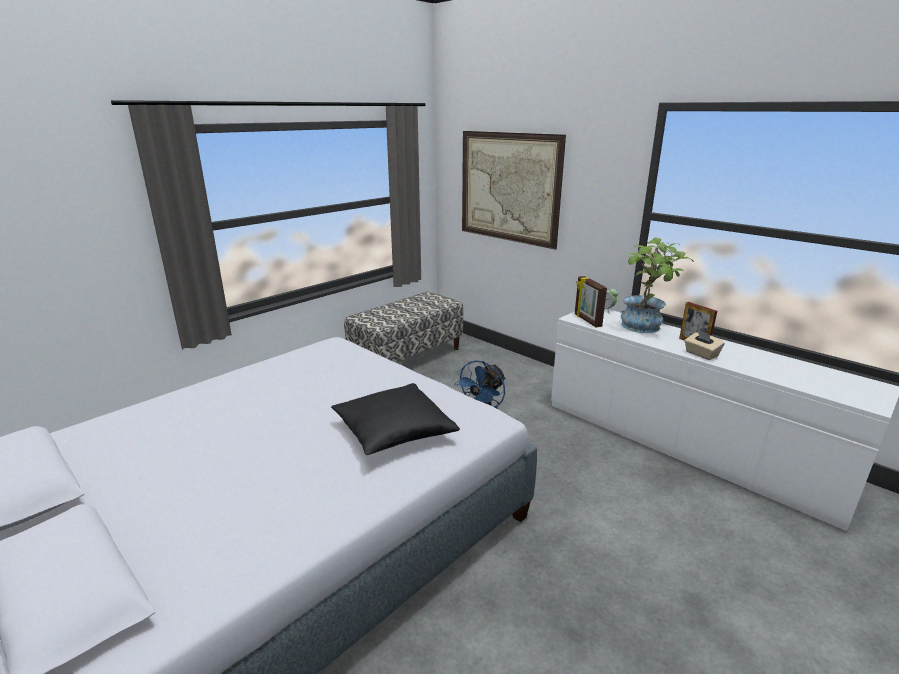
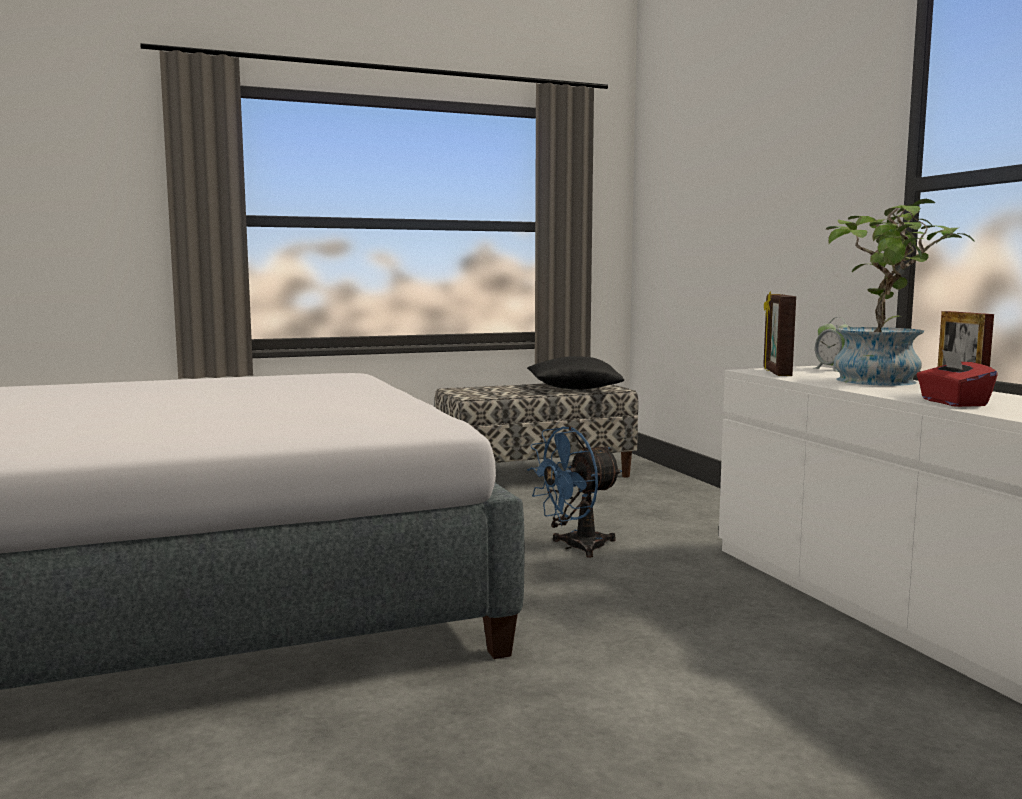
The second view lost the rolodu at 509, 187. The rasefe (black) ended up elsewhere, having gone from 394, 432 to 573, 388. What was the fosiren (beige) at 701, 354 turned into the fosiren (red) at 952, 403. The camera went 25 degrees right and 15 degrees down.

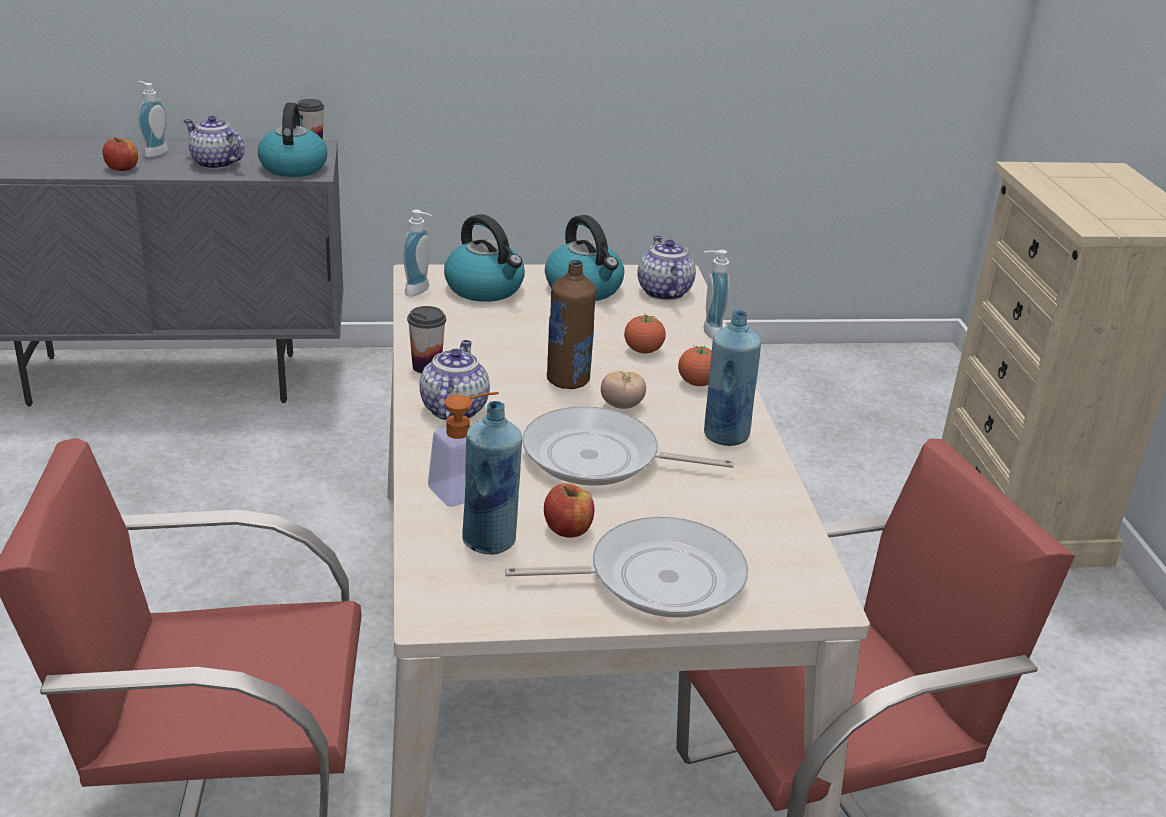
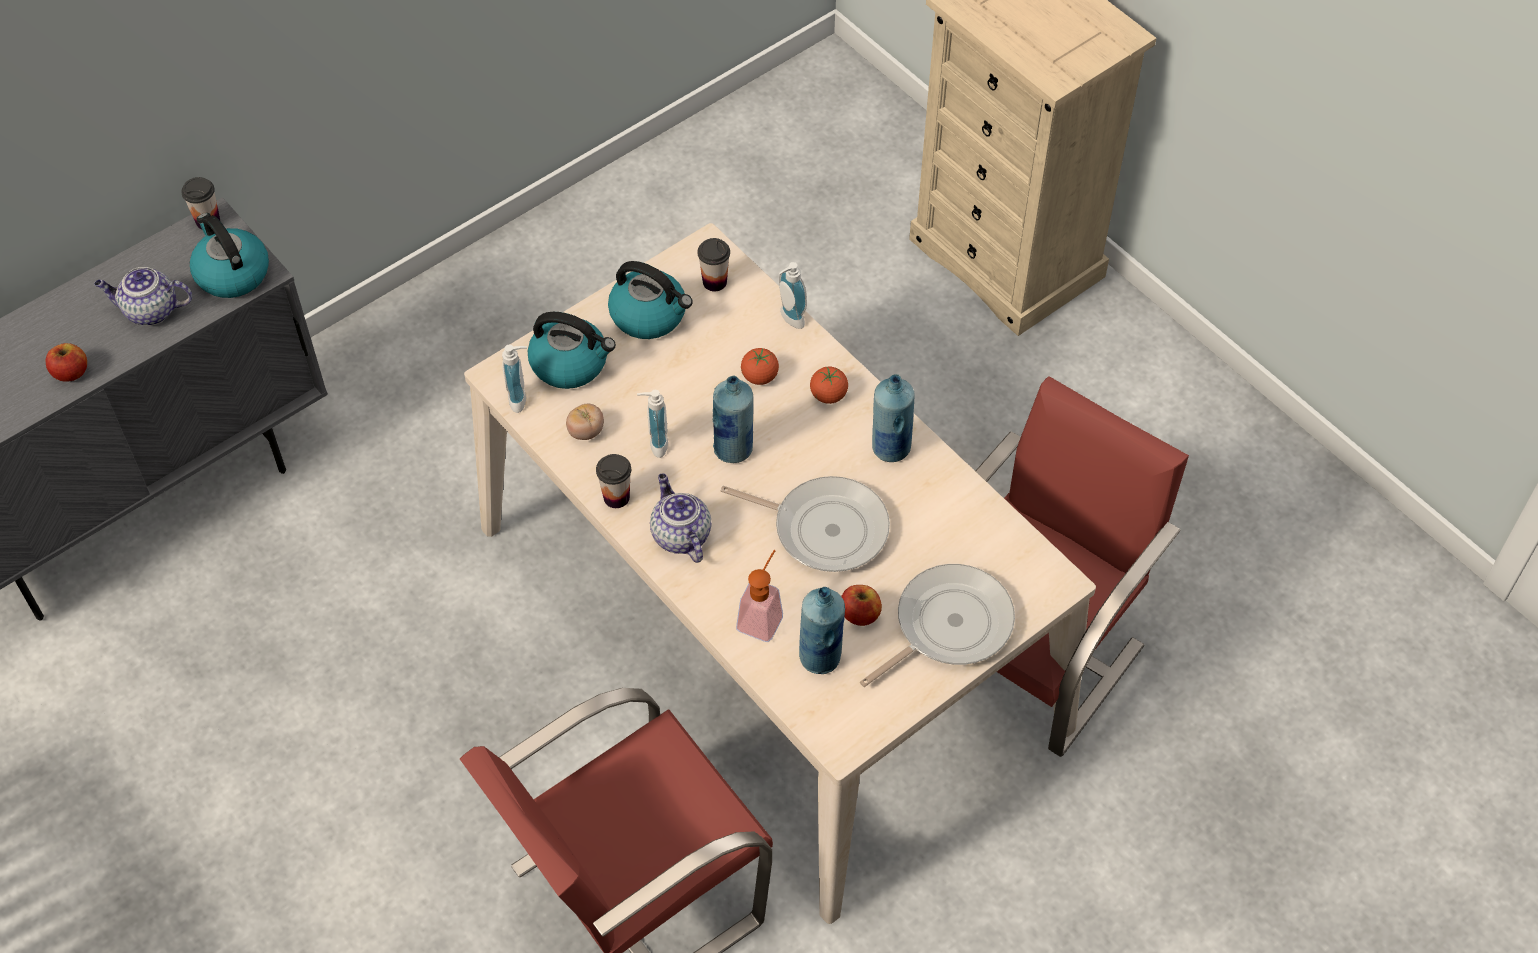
The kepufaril ended up elsewhere, having gone from 153, 152 to 654, 444. The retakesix ended up elsewhere, having gone from 622, 405 to 586, 431. Where the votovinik stood at 663, 291, the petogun came to stand at 714, 282. What was the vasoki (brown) at 568, 380 turned into the vasoki (blue) at 733, 449. The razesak at 599, 458 ended up facing another way, 135 degrees counterclockwise from before. The camera went 30 degrees left and 25 degrees up.

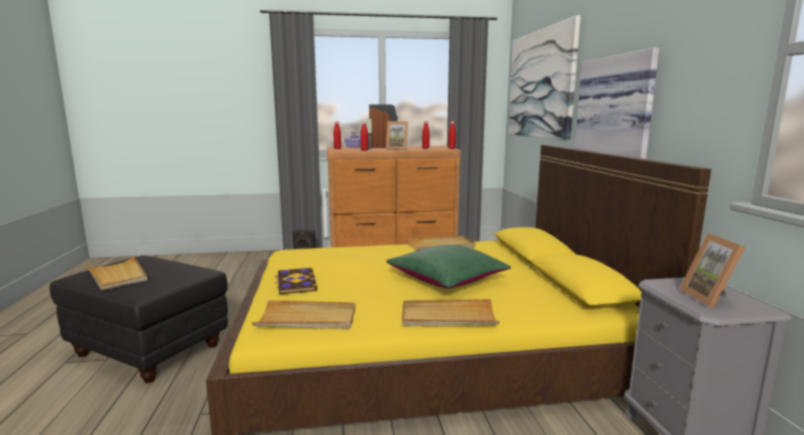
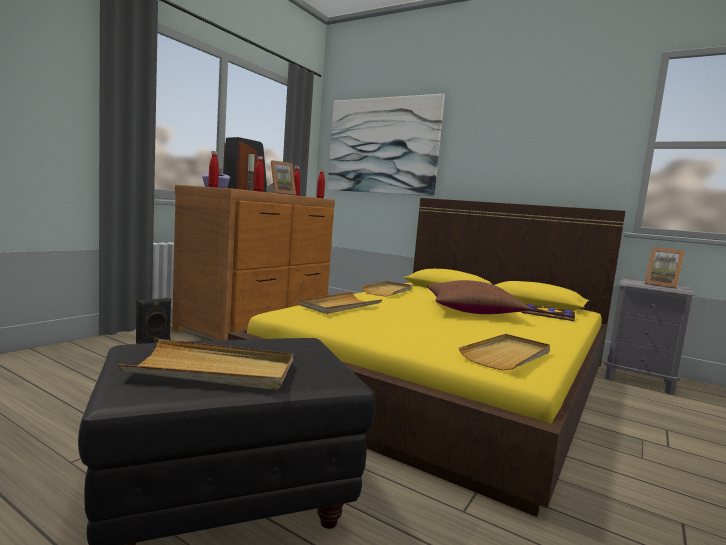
The second view lost the rolodu at 616, 115. The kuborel ended up elsewhere, having gone from 295, 282 to 548, 314. The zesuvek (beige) ended up elsewhere, having gone from 448, 317 to 340, 306. What was the rasefe (green) at 447, 279 turned into the rasefe (brown) at 472, 311. The camera went 50 degrees left and 5 degrees down.

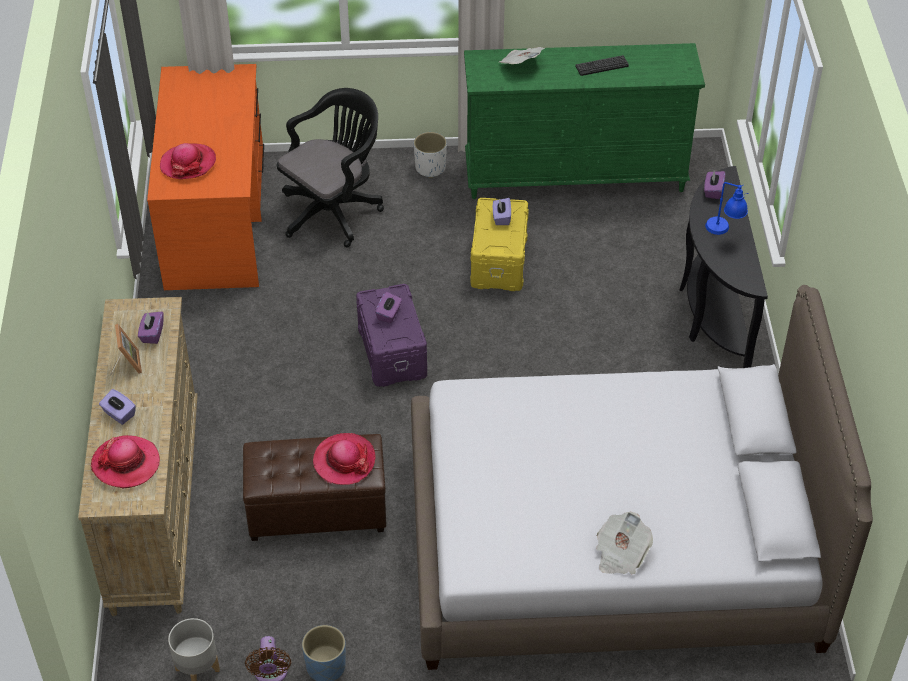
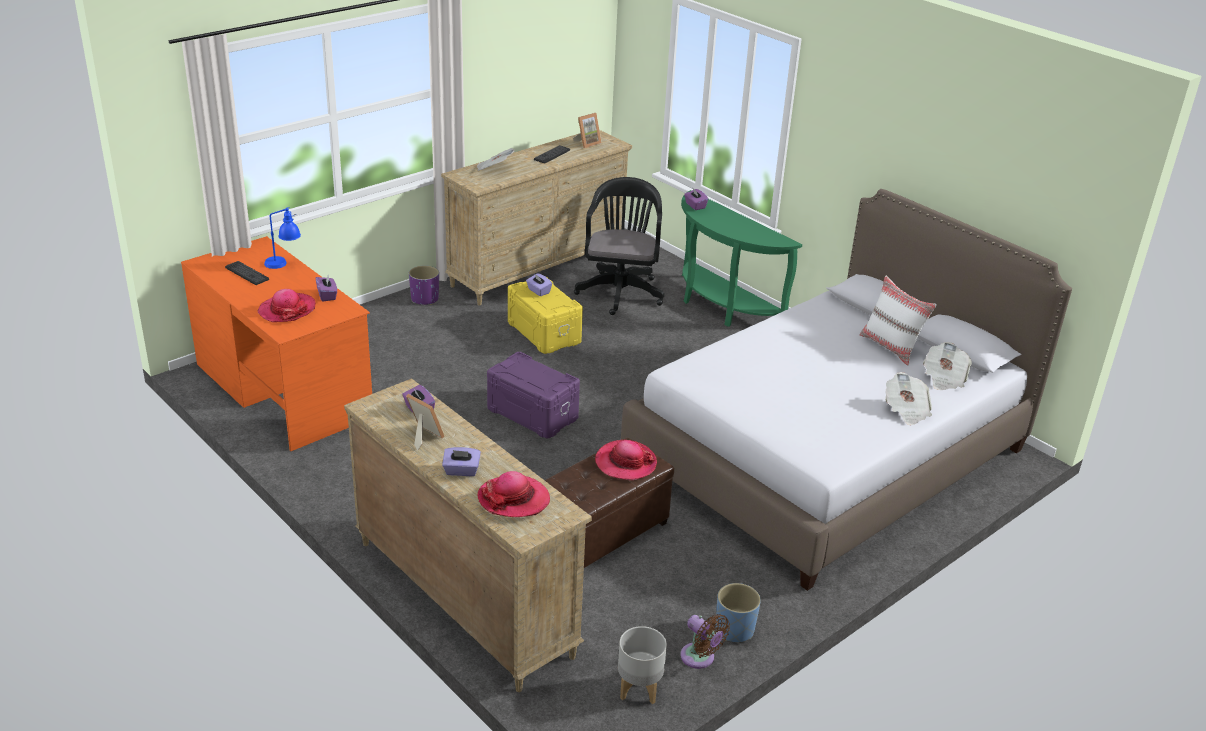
The second view gained the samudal at 247, 273. The second view gained the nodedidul at 587, 143. The second view gained the rasefe (white) at 891, 347. The second view gained the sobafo at 944, 378. The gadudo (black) ended up elsewhere, having gone from 334, 210 to 620, 290. The fosiren (purple) ended up elsewhere, having gone from 389, 314 to 327, 295. The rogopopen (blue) ended up elsewhere, having gone from 724, 232 to 284, 265. What was the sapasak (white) at 430, 168 turned into the sapasak (purple) at 424, 299. What was the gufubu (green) at 576, 176 turned into the gufubu (beige) at 538, 269. What was the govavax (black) at 712, 312 turned into the govavax (green) at 720, 307. The camera went 40 degrees left and 15 degrees down.

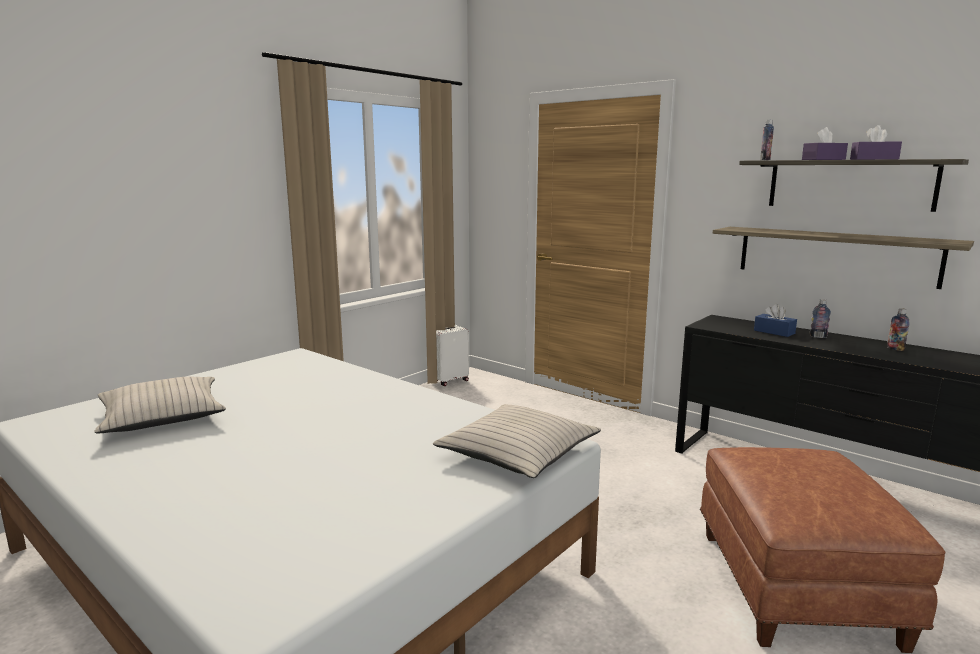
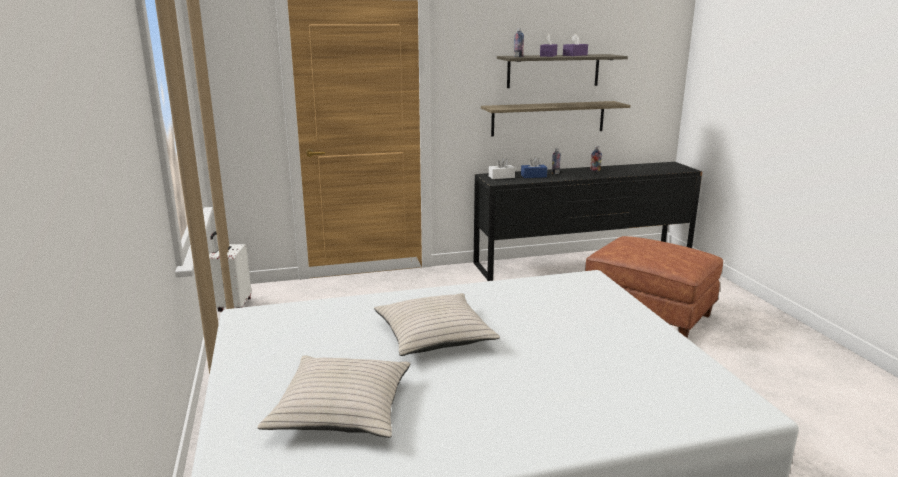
The second view gained the fosiren (white) at 501, 177. The rasefe (beige) ended up elsewhere, having gone from 517, 453 to 434, 335. The camera went 55 degrees left and 5 degrees up.

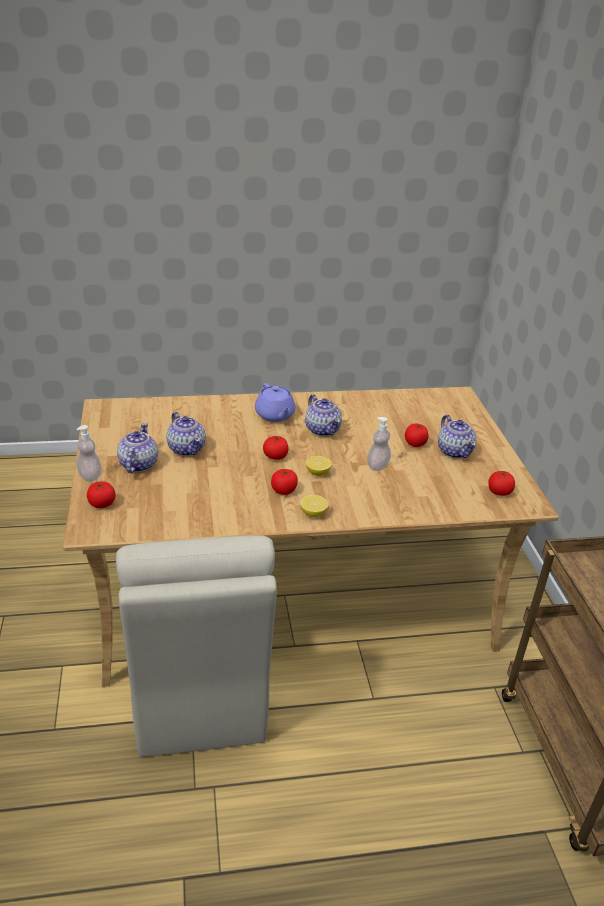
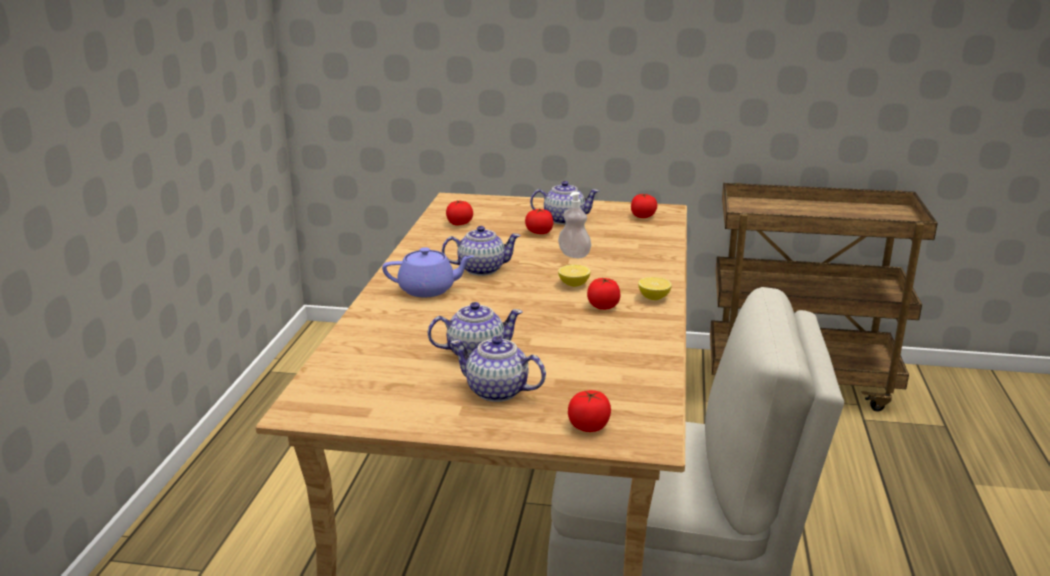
The second view lost the kepufaril at 90, 476. The retakesix ended up elsewhere, having gone from 275, 456 to 459, 224. The camera went 70 degrees left and 10 degrees down.

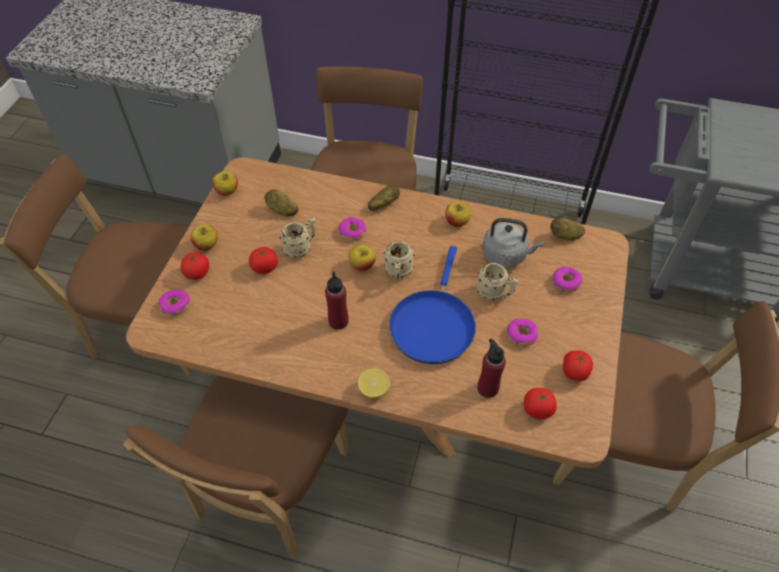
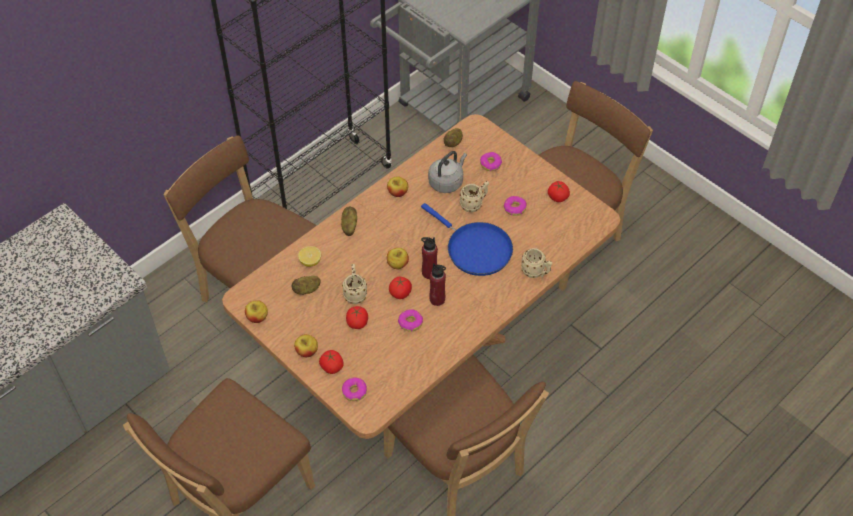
The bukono ended up elsewhere, having gone from 352, 232 to 410, 322. The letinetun ended up elsewhere, having gone from 374, 389 to 310, 261. The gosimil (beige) ended up elsewhere, having gone from 398, 274 to 536, 273. The vasoki (red) ended up elsewhere, having gone from 487, 388 to 429, 273. The retakesix ended up elsewhere, having gone from 537, 409 to 400, 293. The camera went 60 degrees left and 0 degrees up.

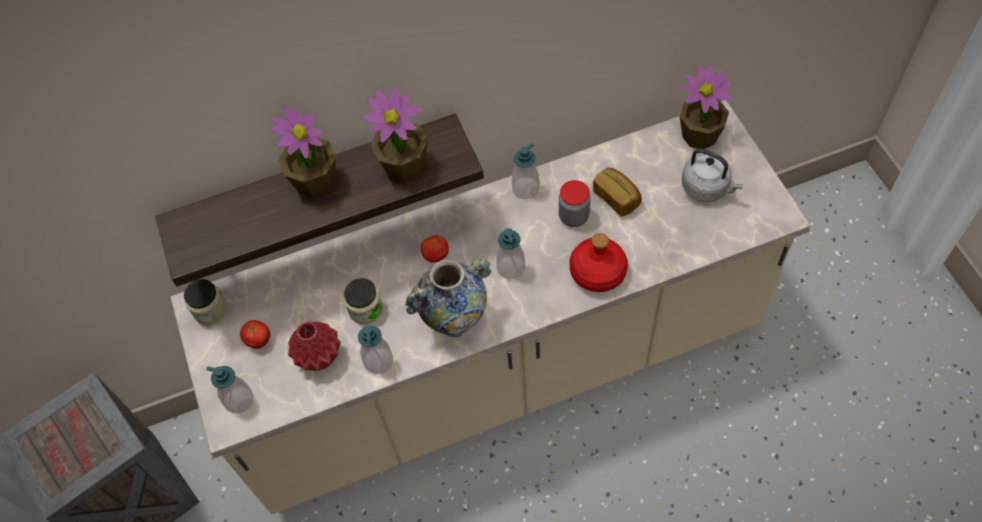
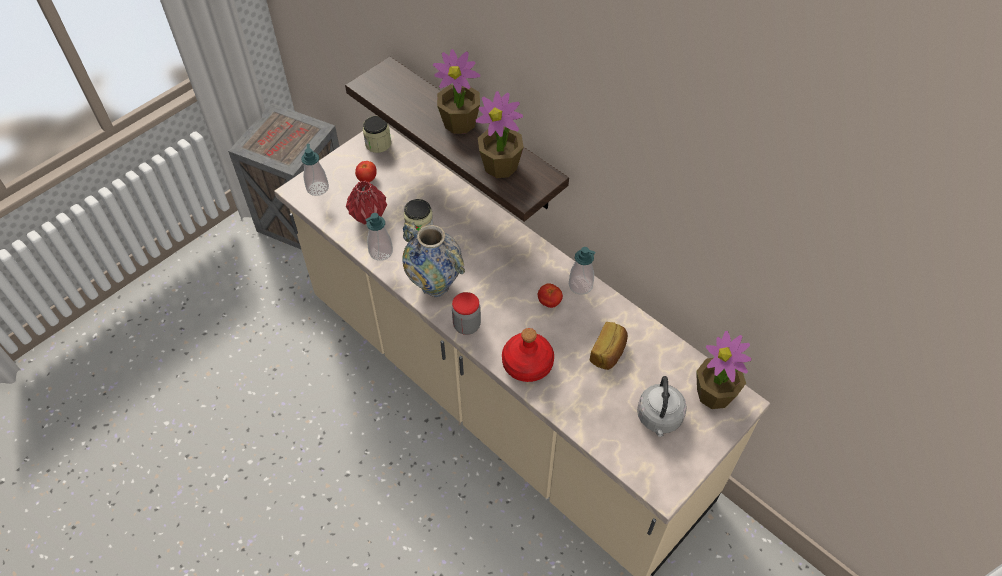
The second view lost the kepufaril at 511, 268. The retakesix ended up elsewhere, having gone from 436, 255 to 549, 302. The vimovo ended up elsewhere, having gone from 573, 217 to 467, 325. The camera went 60 degrees right and 5 degrees down.

